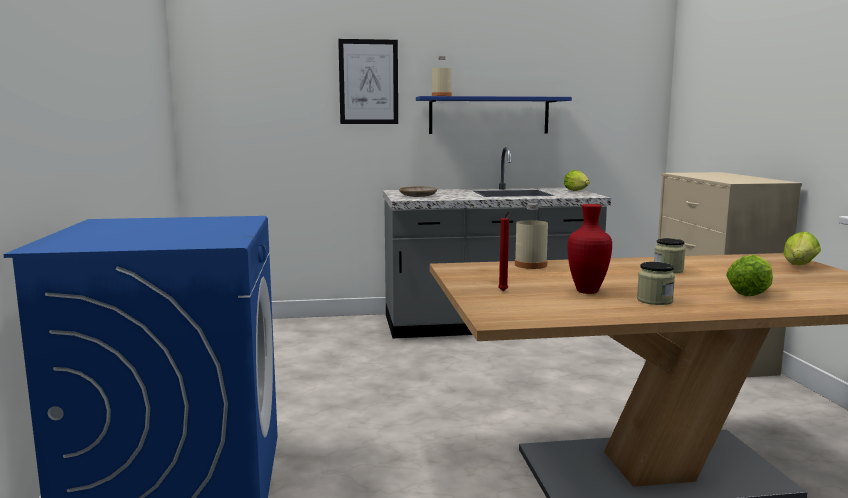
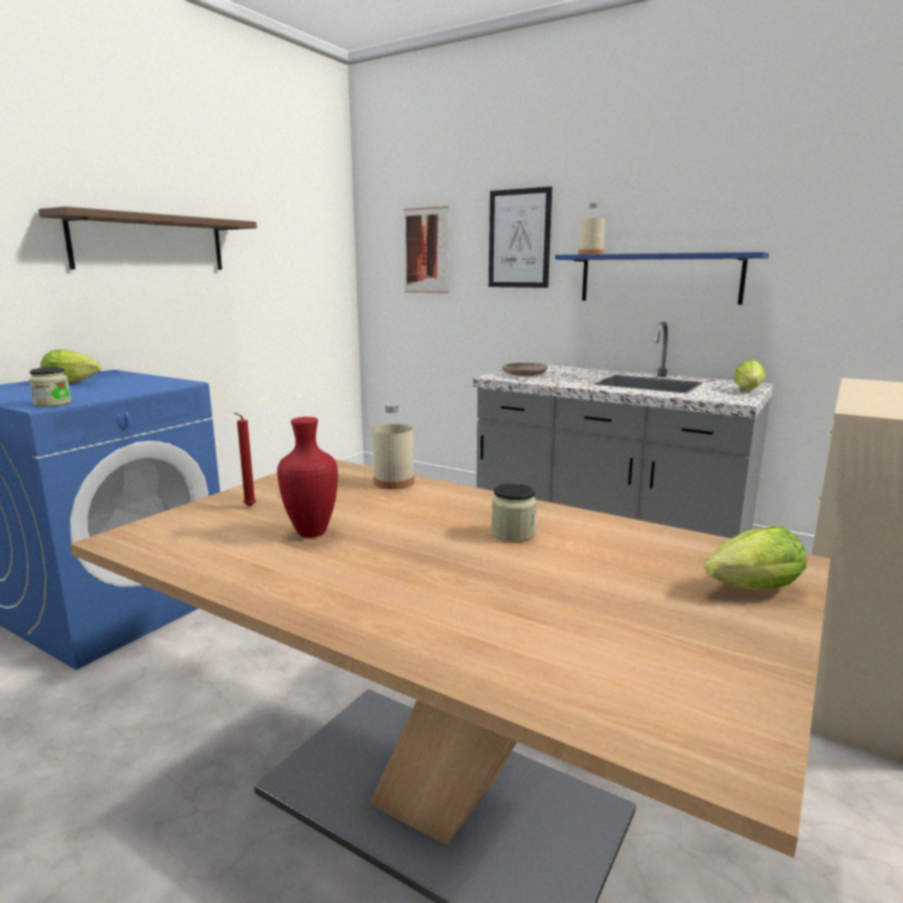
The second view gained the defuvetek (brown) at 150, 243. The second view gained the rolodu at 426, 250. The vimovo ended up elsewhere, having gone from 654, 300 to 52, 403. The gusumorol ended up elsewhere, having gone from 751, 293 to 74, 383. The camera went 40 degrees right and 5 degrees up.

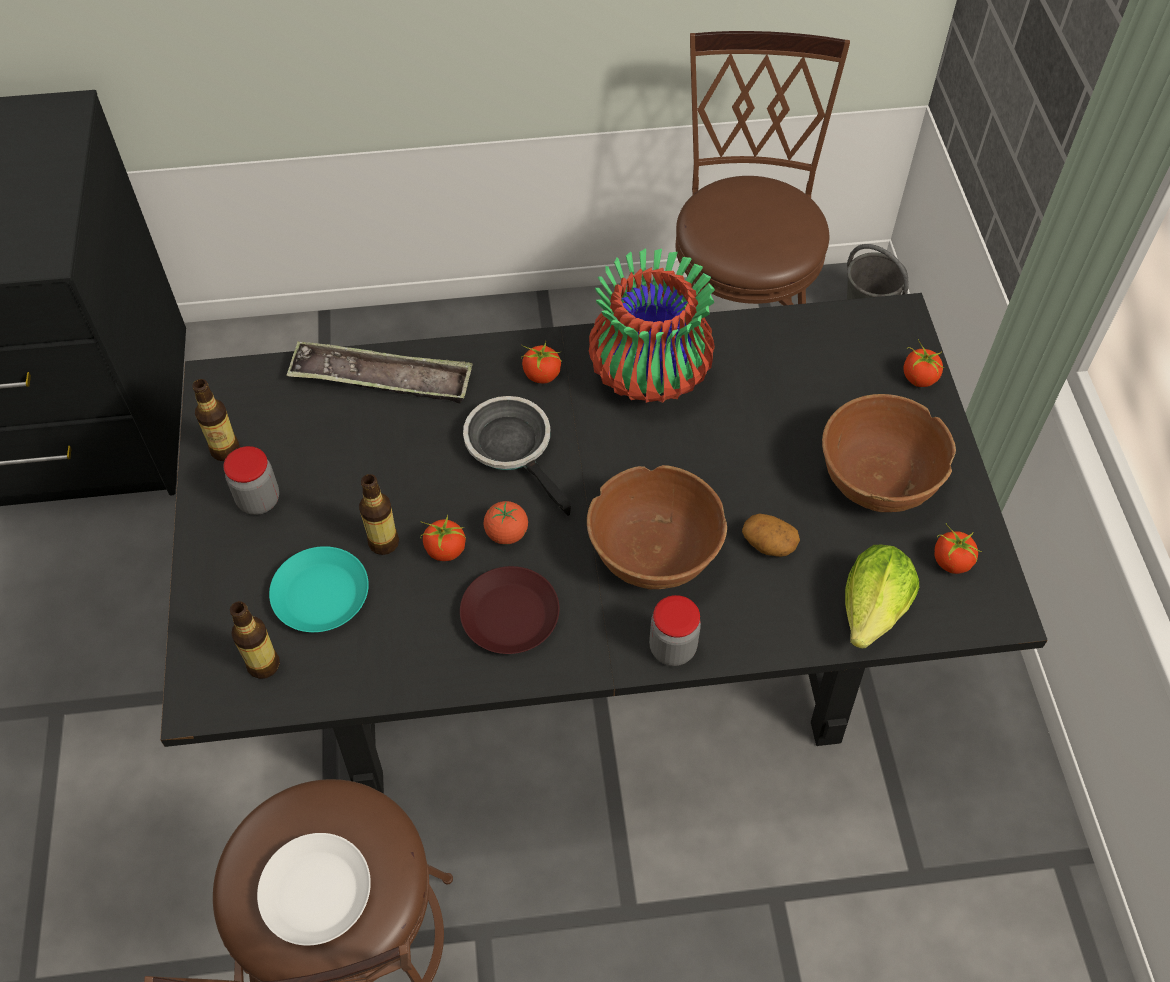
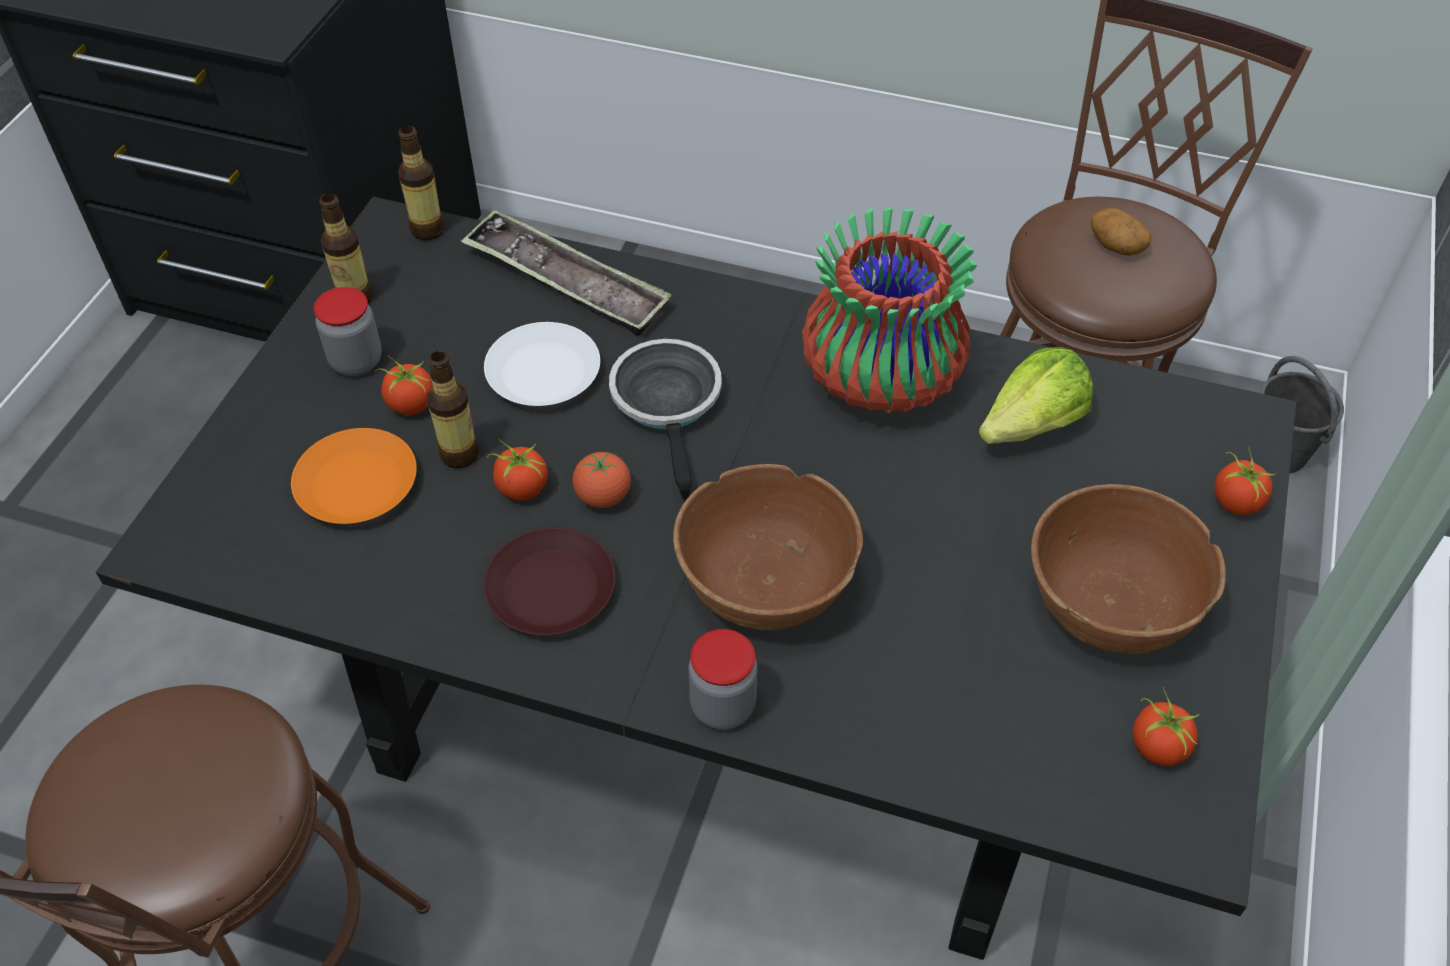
The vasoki ended up elsewhere, having gone from 263, 665 to 427, 230. The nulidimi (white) ended up elsewhere, having gone from 318, 892 to 545, 374. The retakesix ended up elsewhere, having gone from 541, 375 to 411, 405. The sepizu ended up elsewhere, having gone from 768, 543 to 1115, 245. The gusumorol ended up elsewhere, having gone from 873, 609 to 1032, 425. What was the nulidimi (turquoise) at 322, 594 turned into the nulidimi (orange) at 358, 484. The camera went 25 degrees right and 5 degrees down.

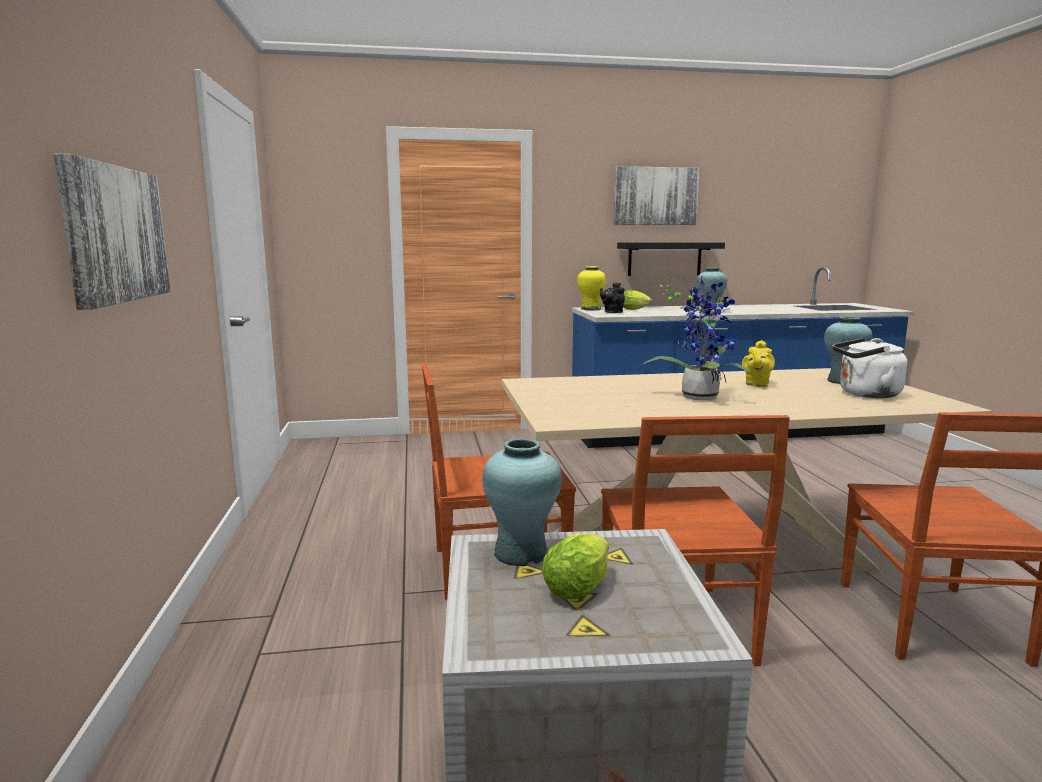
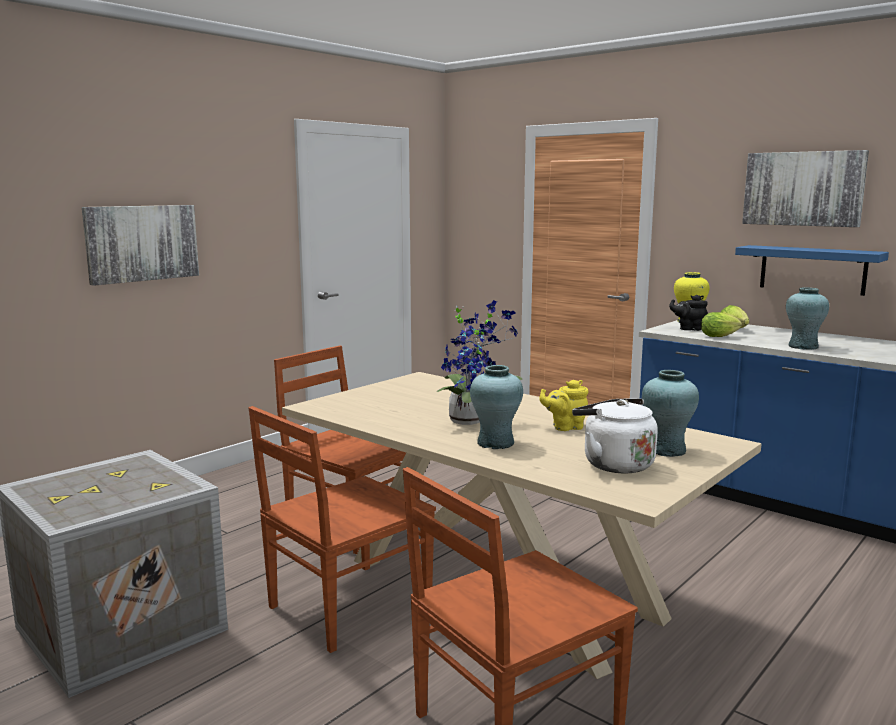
The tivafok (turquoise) ended up elsewhere, having gone from 521, 553 to 496, 443. The gusumorol ended up elsewhere, having gone from 580, 587 to 720, 336. What was the defuvetek (black) at 664, 259 turned into the defuvetek (blue) at 812, 269. The camera went 50 degrees right and 0 degrees up.

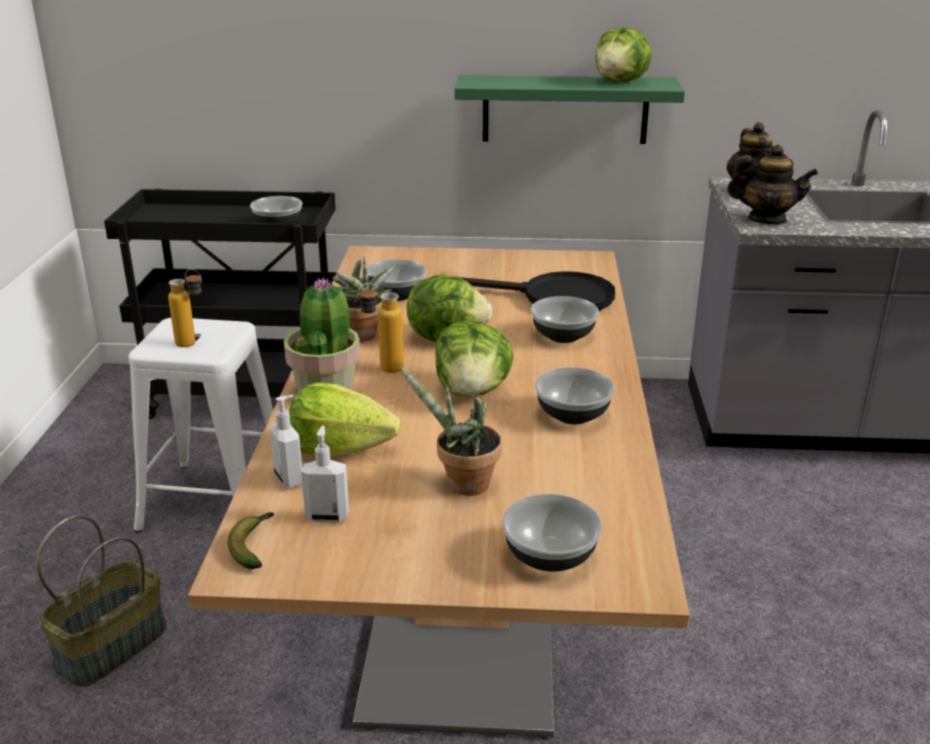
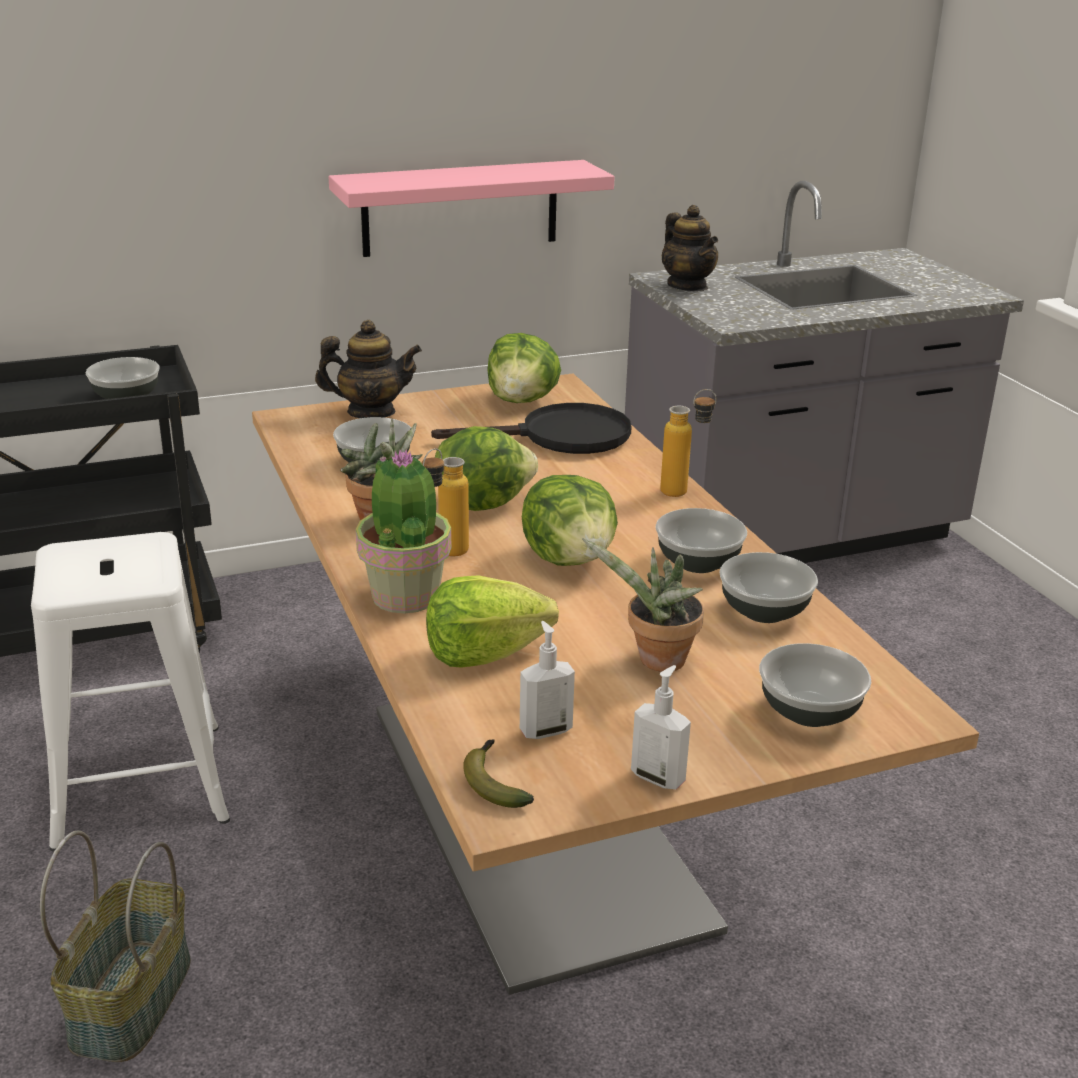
The vasoki ended up elsewhere, having gone from 193, 344 to 684, 491. The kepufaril ended up elsewhere, having gone from 290, 478 to 658, 777. The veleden ended up elsewhere, having gone from 562, 336 to 763, 611. The gusumorol ended up elsewhere, having gone from 621, 82 to 522, 401. The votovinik ended up elsewhere, having gone from 766, 220 to 371, 412. What was the defuvetek (green) at 565, 109 turned into the defuvetek (pink) at 460, 208. The camera went 25 degrees left and 0 degrees up.

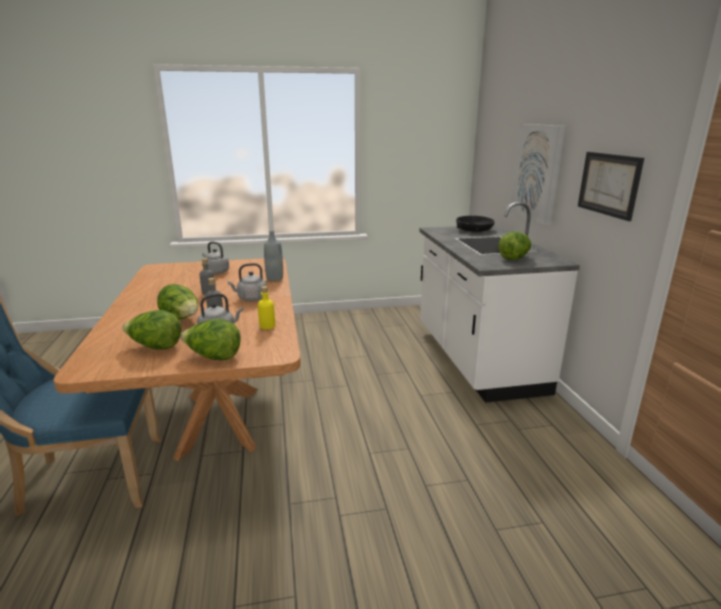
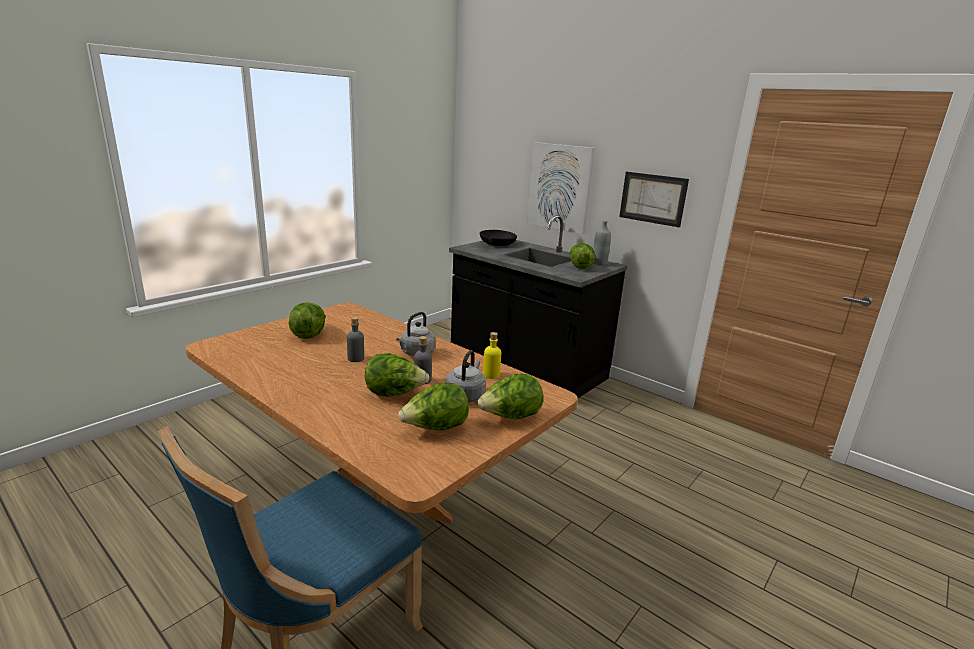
The vasoki (grey) ended up elsewhere, having gone from 274, 278 to 599, 263. Where the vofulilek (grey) stood at 215, 272, the gusumorol came to stand at 308, 334. What was the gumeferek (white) at 476, 359 turned into the gumeferek (black) at 526, 367. The camera went 40 degrees left and 0 degrees up.

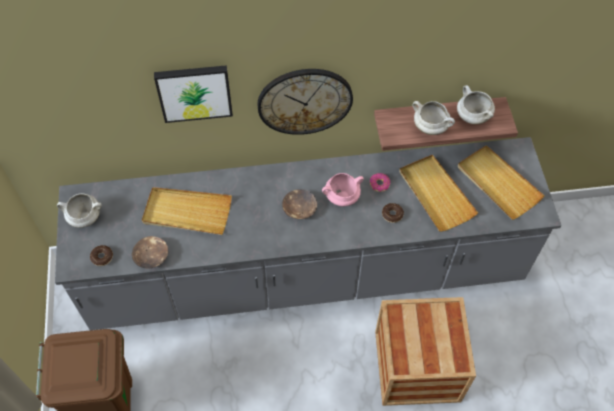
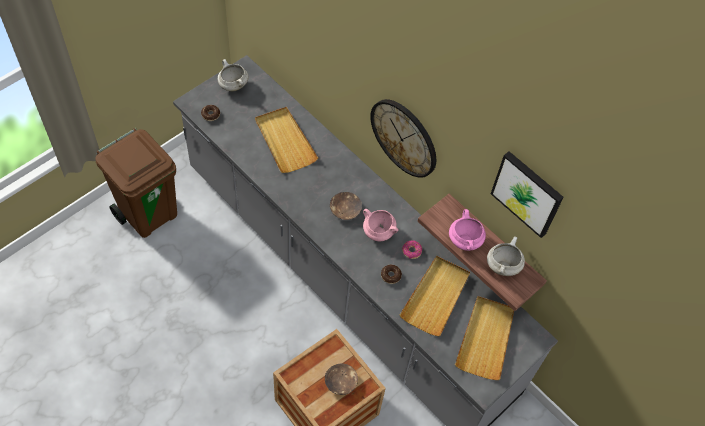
The veleden (brown) ended up elsewhere, having gone from 152, 256 to 341, 382. The rolodu ended up elsewhere, having gone from 194, 92 to 527, 193. What was the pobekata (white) at 430, 127 turned into the pobekata (pink) at 465, 241. The camera went 50 degrees right and 0 degrees up.

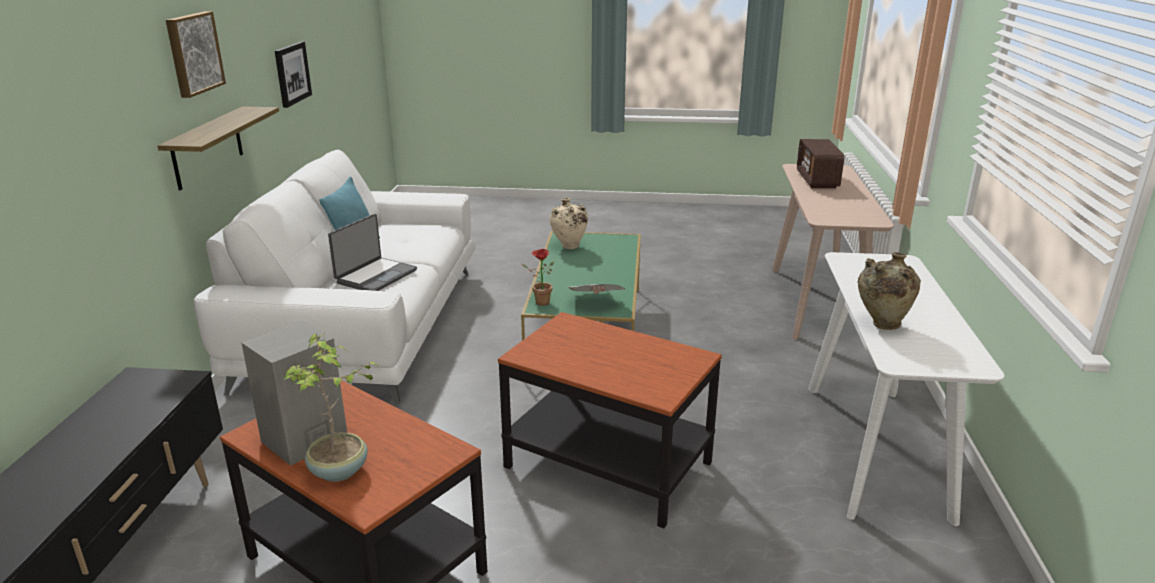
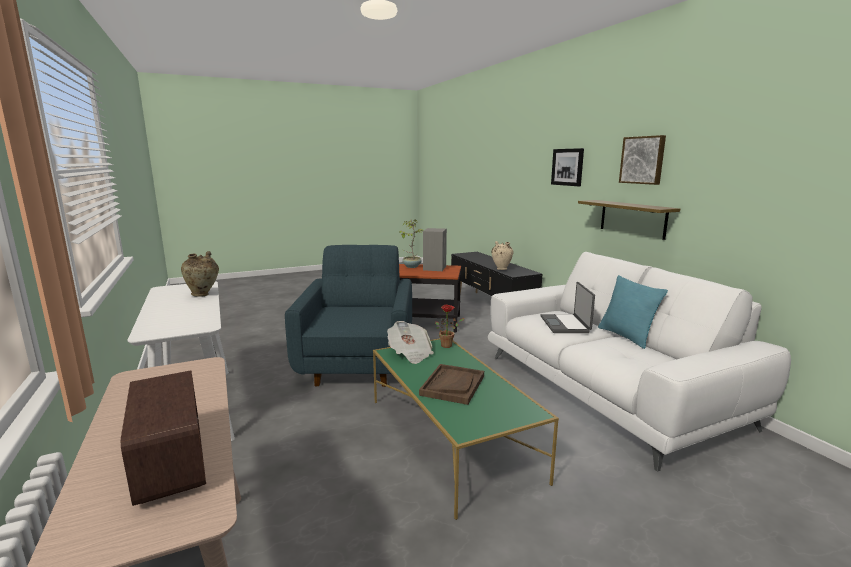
The second view gained the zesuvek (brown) at 452, 385. The rolodu ended up elsewhere, having gone from 291, 73 to 567, 167. The tivafok (beige) ended up elsewhere, having gone from 569, 247 to 501, 269. Where the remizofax stood at 607, 465, the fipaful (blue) came to stand at 358, 362. The camera went 150 degrees right and 10 degrees down.

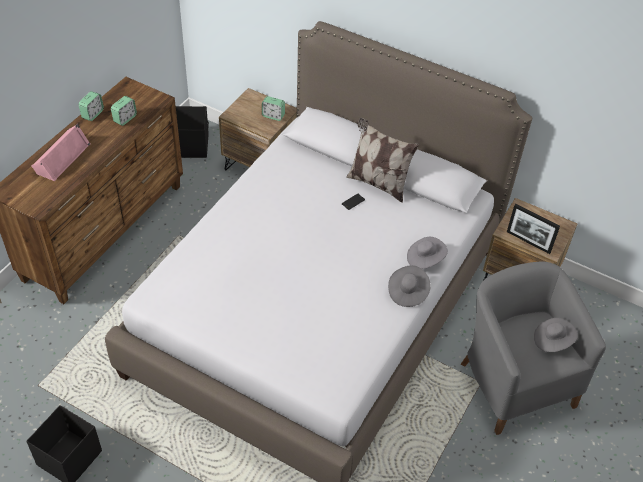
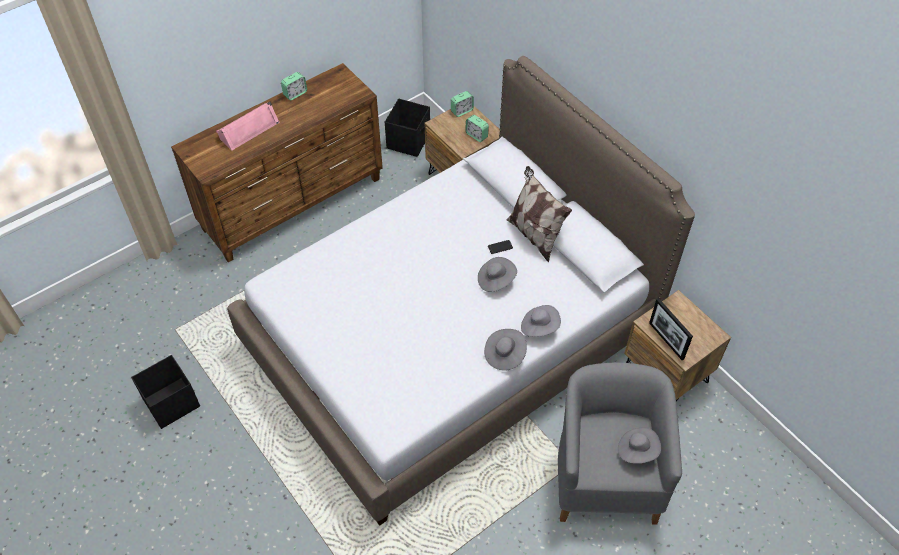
The second view gained the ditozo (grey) at 495, 280. The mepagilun ended up elsewhere, having gone from 125, 119 to 462, 111. The camera went 25 degrees right and 5 degrees up.

